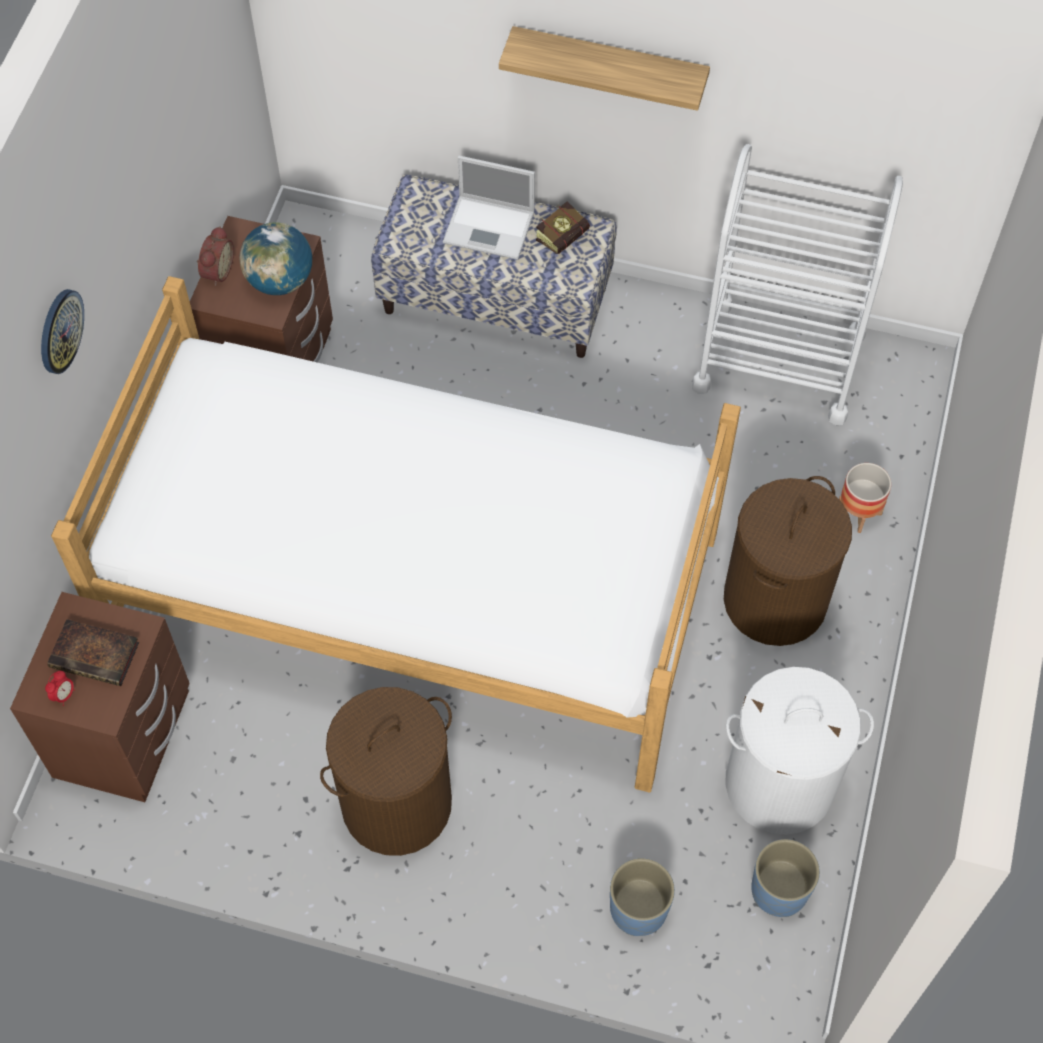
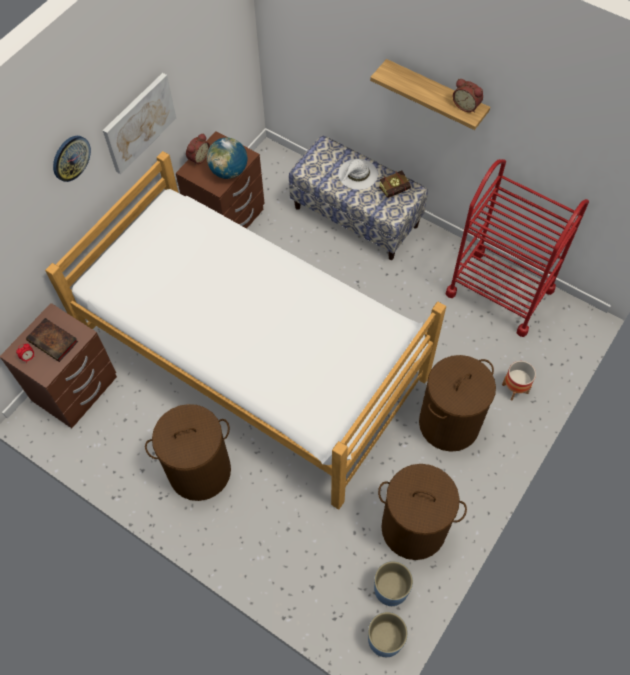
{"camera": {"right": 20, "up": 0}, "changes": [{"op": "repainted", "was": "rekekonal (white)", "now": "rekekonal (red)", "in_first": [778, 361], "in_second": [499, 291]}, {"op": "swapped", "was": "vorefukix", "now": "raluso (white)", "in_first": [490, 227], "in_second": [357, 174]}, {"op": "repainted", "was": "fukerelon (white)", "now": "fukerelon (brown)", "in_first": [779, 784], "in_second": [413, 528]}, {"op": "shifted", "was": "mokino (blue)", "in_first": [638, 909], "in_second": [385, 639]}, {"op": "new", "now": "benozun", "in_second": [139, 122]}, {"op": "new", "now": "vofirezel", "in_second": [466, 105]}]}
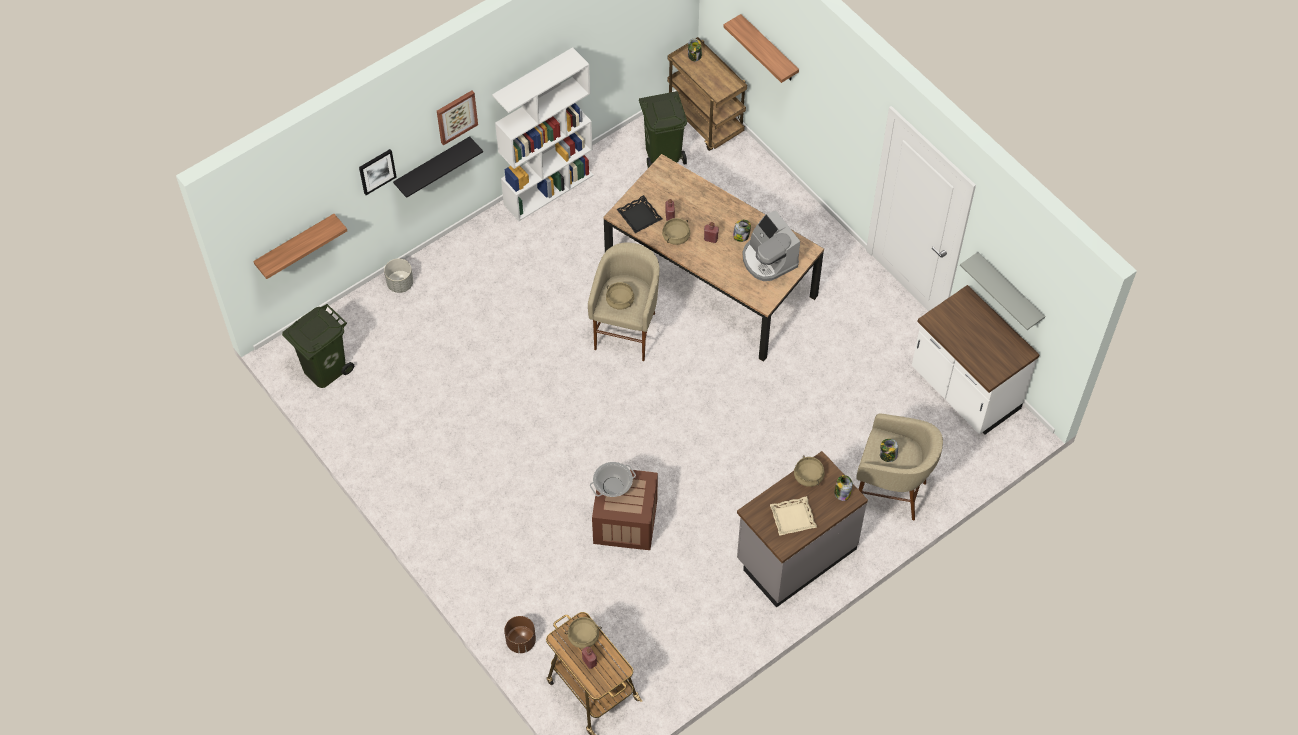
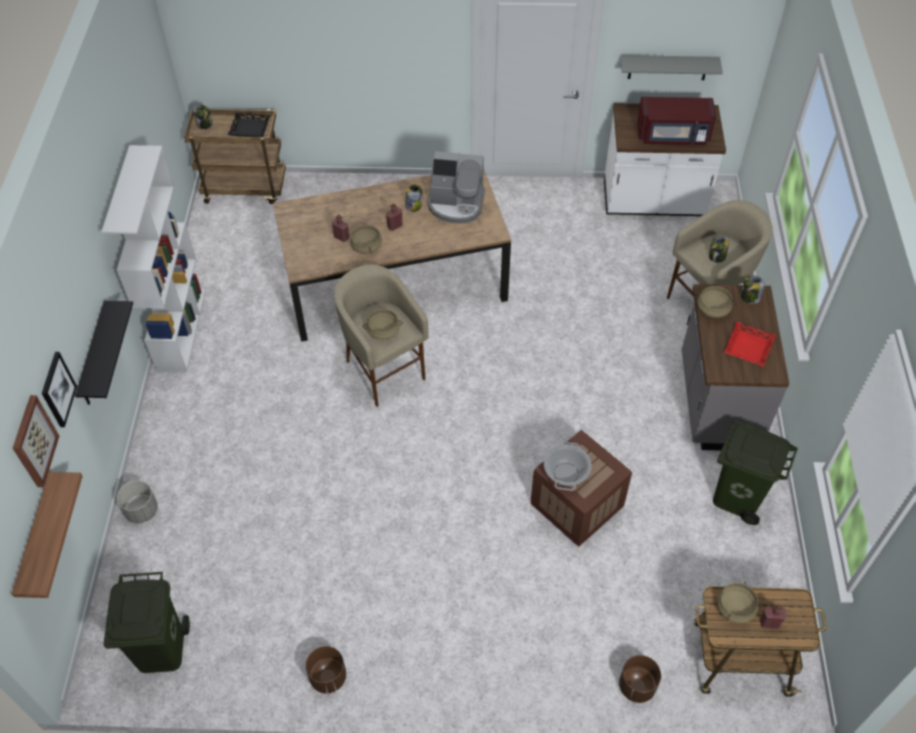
{"camera": {"right": -50, "up": -5}, "changes": [{"op": "gone", "was": "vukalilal", "in_first": [769, 49]}, {"op": "shifted", "was": "benozun", "in_first": [456, 116], "in_second": [33, 441]}, {"op": "shifted", "was": "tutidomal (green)", "in_first": [664, 154], "in_second": [737, 496]}, {"op": "shifted", "was": "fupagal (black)", "in_first": [639, 217], "in_second": [250, 128]}, {"op": "repainted", "was": "fupagal (beige)", "now": "fupagal (red)", "in_first": [792, 517], "in_second": [748, 347]}, {"op": "new", "now": "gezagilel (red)", "in_second": [673, 136]}, {"op": "new", "now": "mokino (brown)", "in_second": [328, 677]}]}
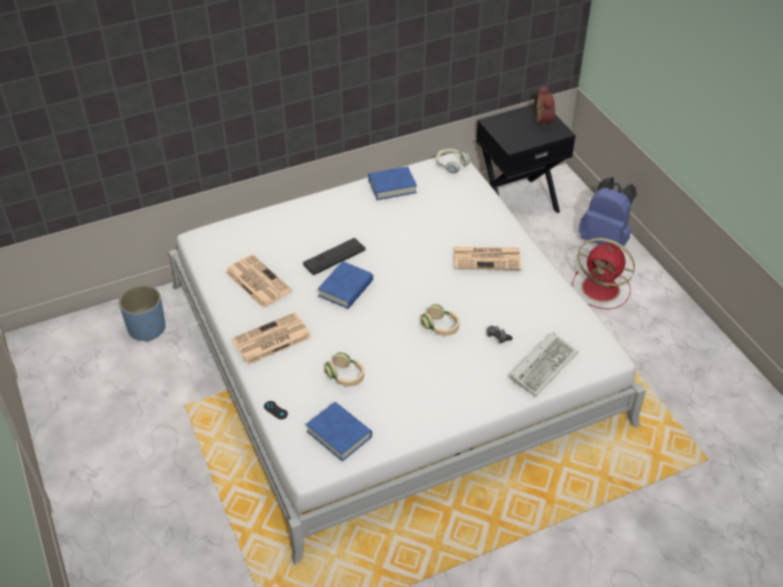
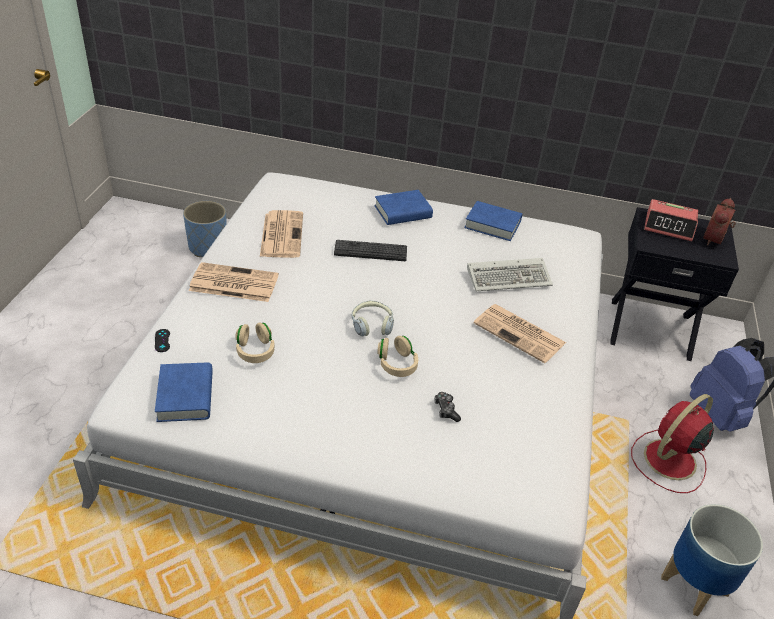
{"camera": {"right": 35, "up": -5}, "changes": [{"op": "shifted", "was": "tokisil", "in_first": [451, 164], "in_second": [372, 324]}, {"op": "rotated", "was": "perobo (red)", "in_first": [602, 289], "in_second": [668, 460], "clockwise": 75}, {"op": "shifted", "was": "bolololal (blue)", "in_first": [346, 288], "in_second": [403, 212]}, {"op": "shifted", "was": "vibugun", "in_first": [543, 365], "in_second": [510, 277]}, {"op": "new", "now": "vofirezel", "in_second": [669, 226]}, {"op": "new", "now": "mokino", "in_second": [693, 585]}]}
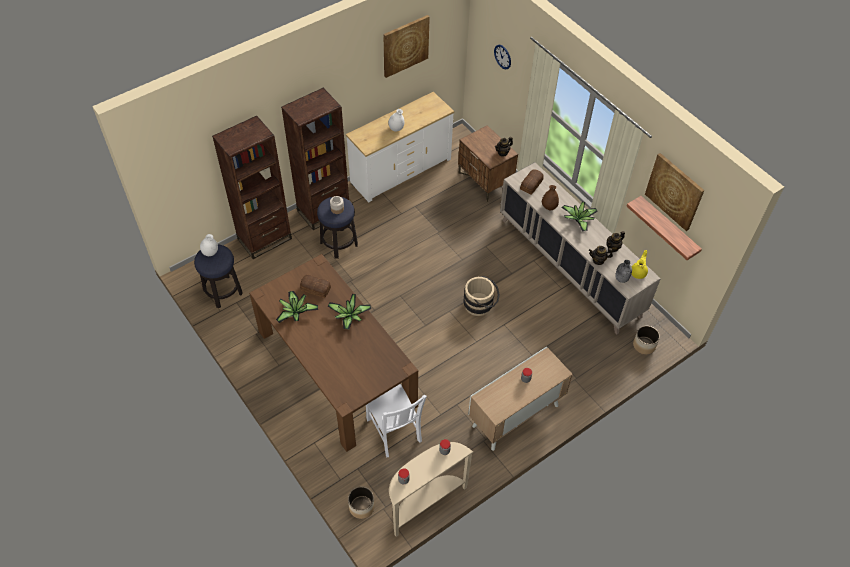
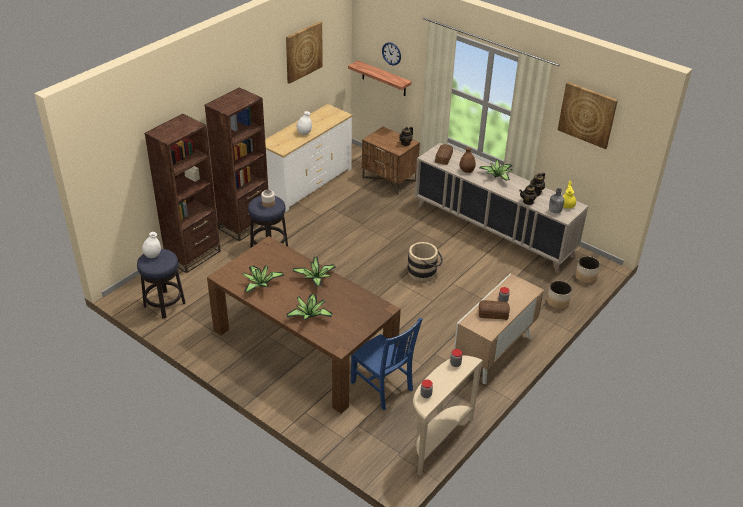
{"camera": {"right": -15, "up": -15}, "changes": [{"op": "shifted", "was": "vukalilal", "in_first": [668, 228], "in_second": [384, 78]}, {"op": "shifted", "was": "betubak", "in_first": [315, 288], "in_second": [492, 313]}, {"op": "repainted", "was": "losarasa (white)", "now": "losarasa (blue)", "in_first": [394, 432], "in_second": [383, 387]}, {"op": "shifted", "was": "mokino", "in_first": [361, 506], "in_second": [557, 302]}, {"op": "new", "now": "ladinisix", "in_second": [309, 315]}]}
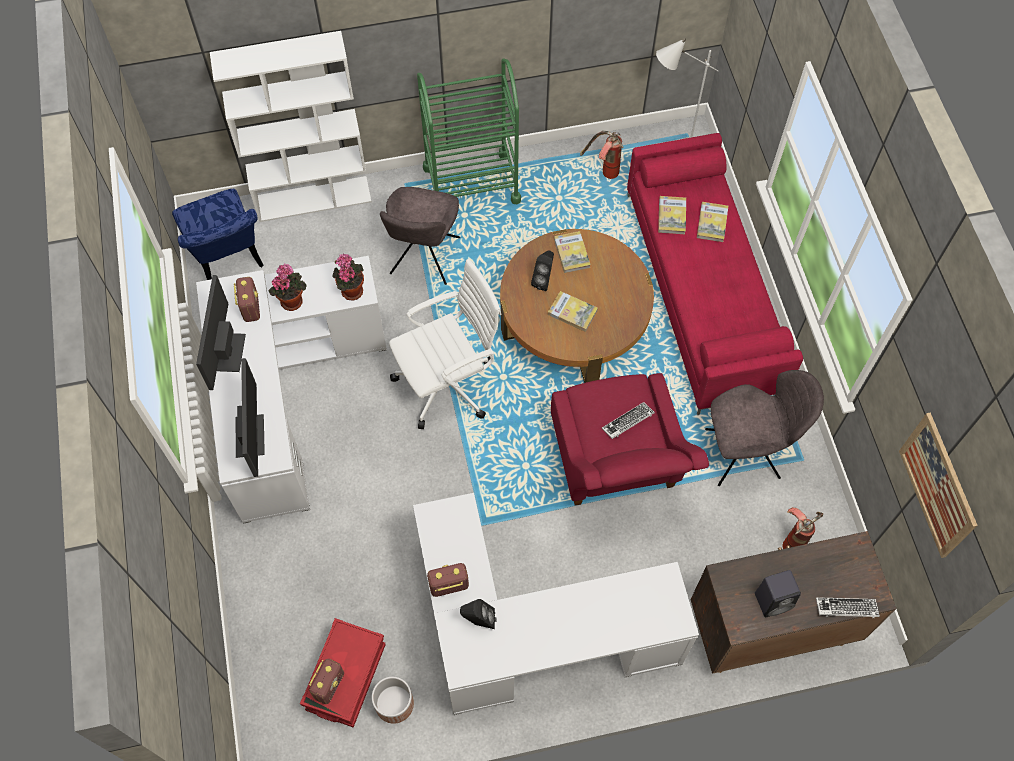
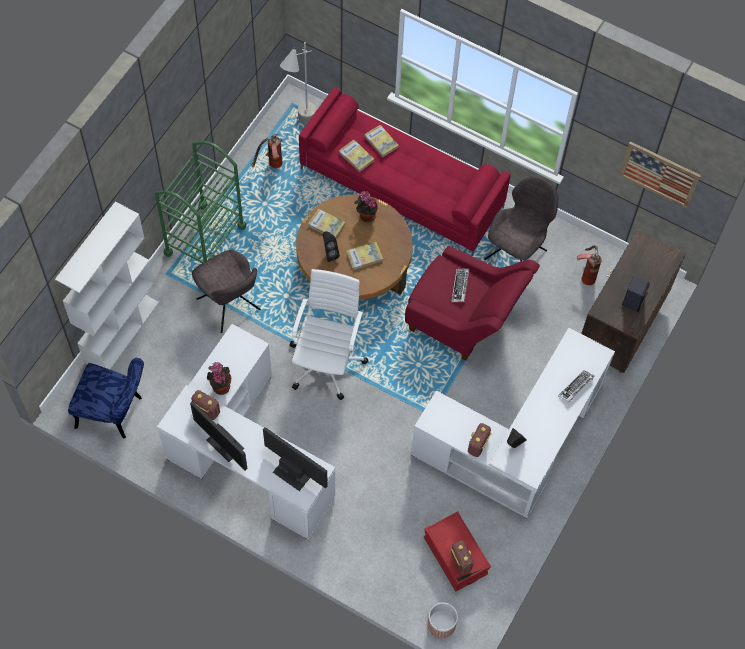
{"camera": {"right": -50, "up": 0}, "changes": [{"op": "shifted", "was": "ladinisix", "in_first": [351, 290], "in_second": [366, 215]}, {"op": "shifted", "was": "vibugun", "in_first": [846, 609], "in_second": [576, 387]}, {"op": "shifted", "was": "mokino", "in_first": [394, 703], "in_second": [441, 624]}]}
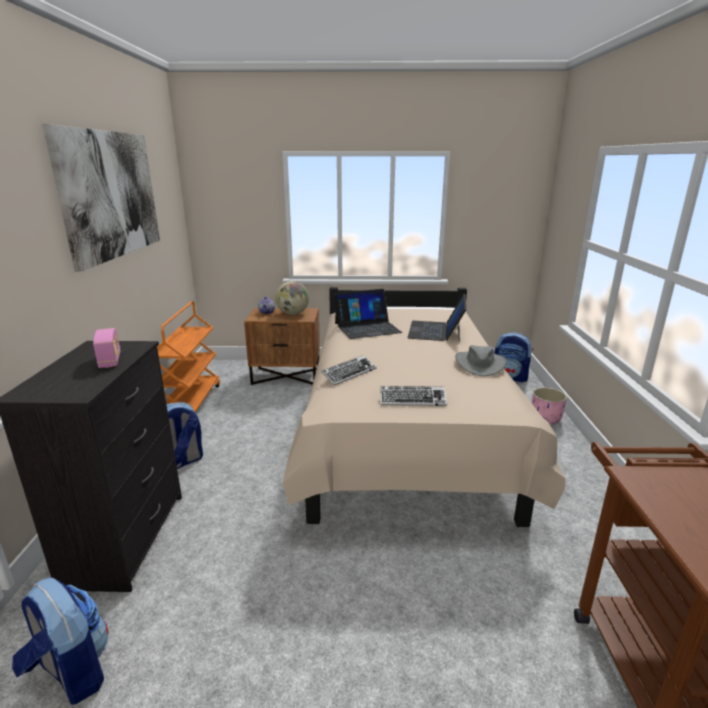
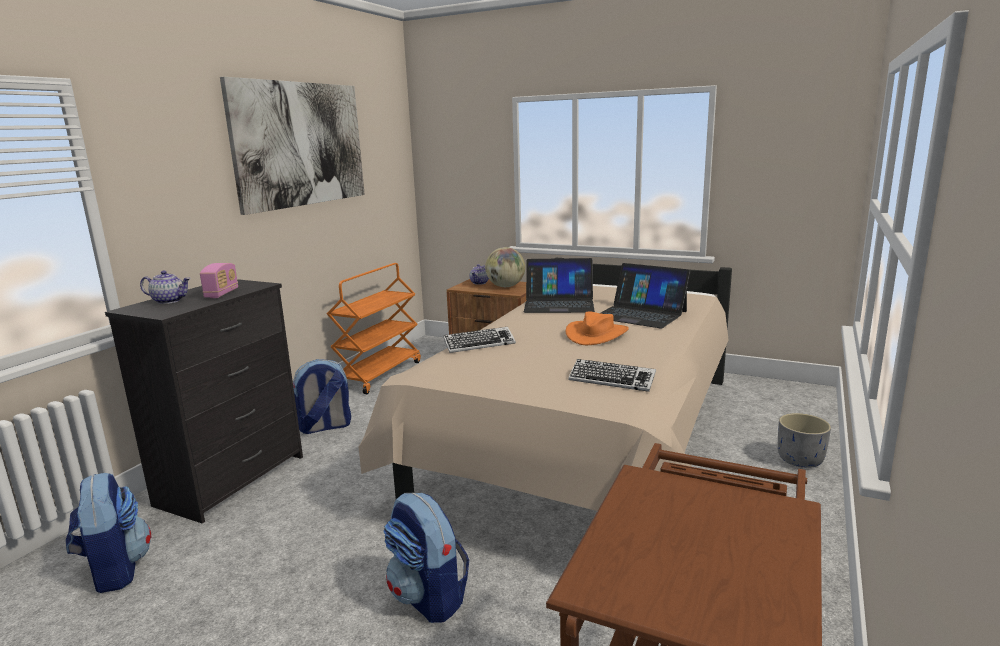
{"camera": {"right": 25, "up": -5}, "changes": [{"op": "rotated", "was": "vorefukix", "in_first": [436, 331], "in_second": [640, 314], "clockwise": -90}, {"op": "shifted", "was": "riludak", "in_first": [510, 377], "in_second": [428, 597]}, {"op": "gone", "was": "raluso (grey)", "in_first": [479, 364]}, {"op": "shifted", "was": "vibugun", "in_first": [412, 400], "in_second": [611, 380]}, {"op": "repainted", "was": "mokino (pink)", "now": "mokino (grey)", "in_first": [546, 419], "in_second": [801, 460]}, {"op": "new", "now": "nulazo", "in_second": [169, 301]}, {"op": "new", "now": "raluso (orange)", "in_second": [596, 334]}]}
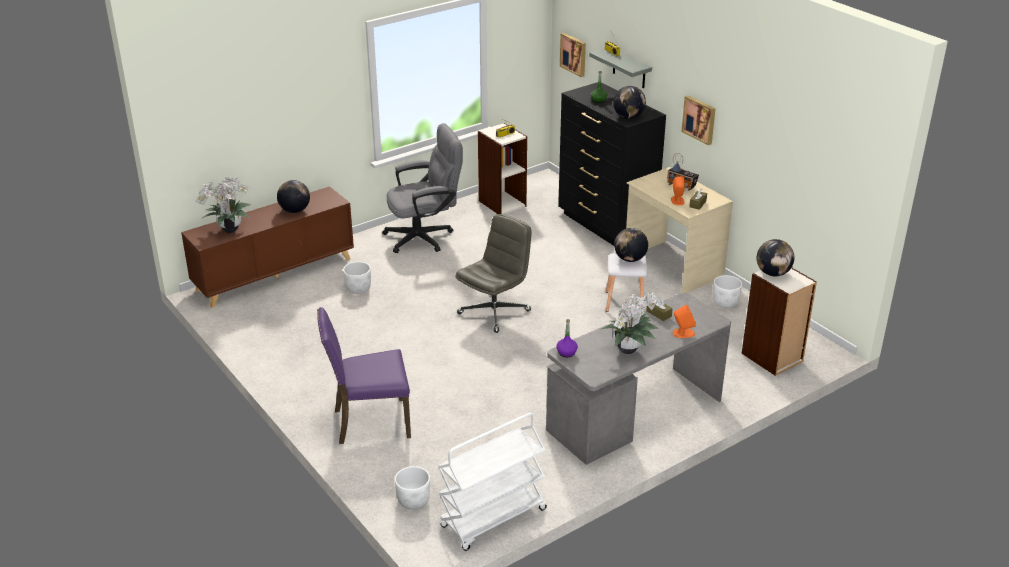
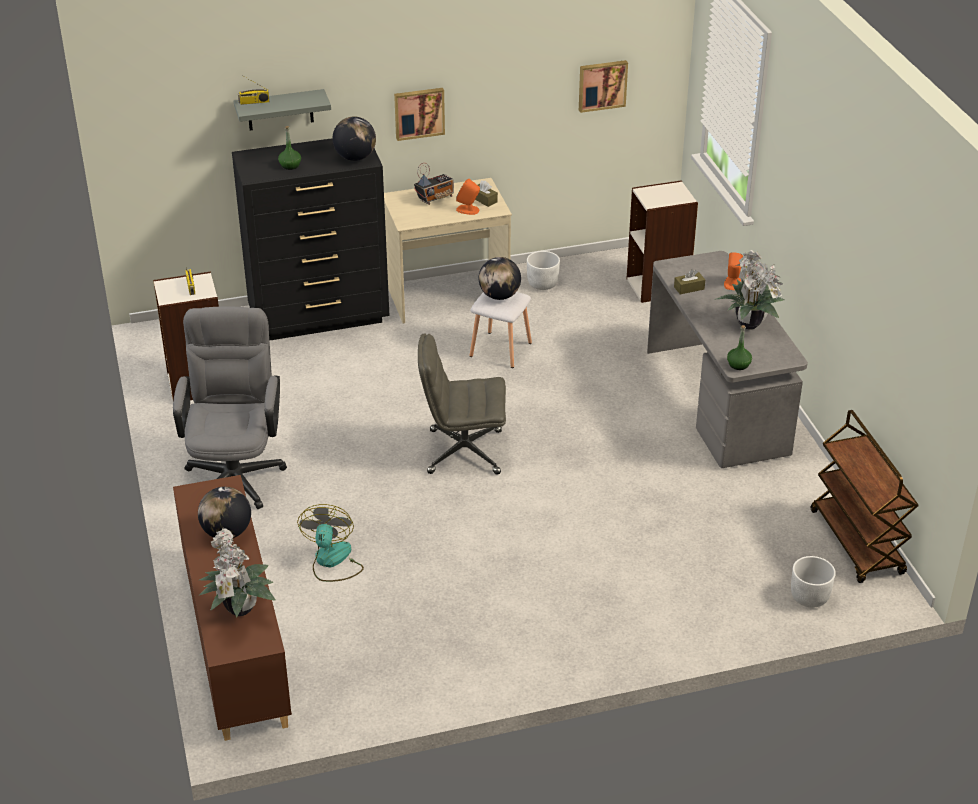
{"camera": {"right": -70, "up": 5}, "changes": [{"op": "shifted", "was": "benozun", "in_first": [574, 54], "in_second": [602, 85]}, {"op": "rotated", "was": "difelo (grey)", "in_first": [494, 312], "in_second": [463, 452], "clockwise": -60}, {"op": "gone", "was": "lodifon", "in_first": [773, 273]}, {"op": "swapped", "was": "mokino (white)", "now": "perobo", "in_first": [358, 288], "in_second": [332, 561]}, {"op": "gone", "was": "losarasa (purple)", "in_first": [369, 422]}, {"op": "repainted", "was": "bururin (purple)", "now": "bururin (green)", "in_first": [566, 353], "in_second": [738, 365]}, {"op": "repainted", "was": "rekekonal (white)", "now": "rekekonal (brown)", "in_first": [493, 519], "in_second": [857, 543]}]}
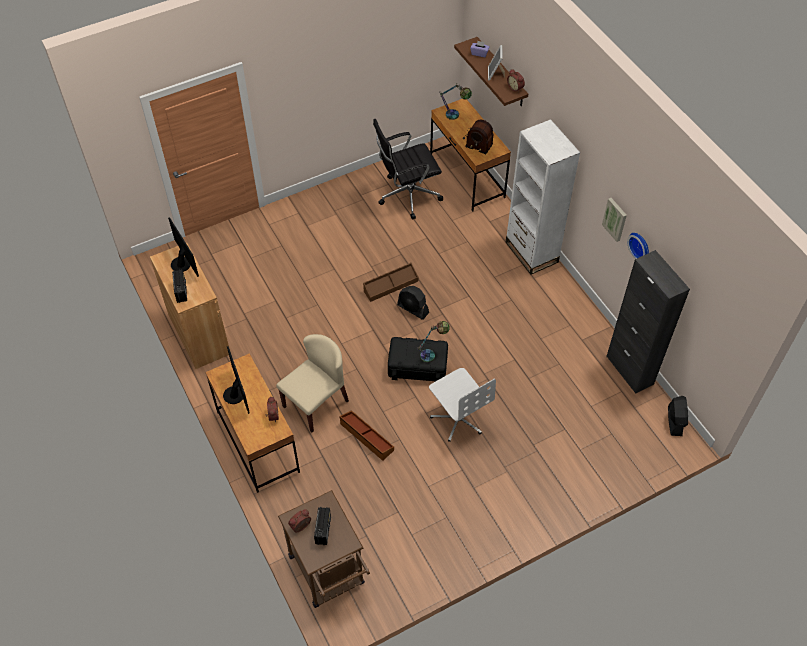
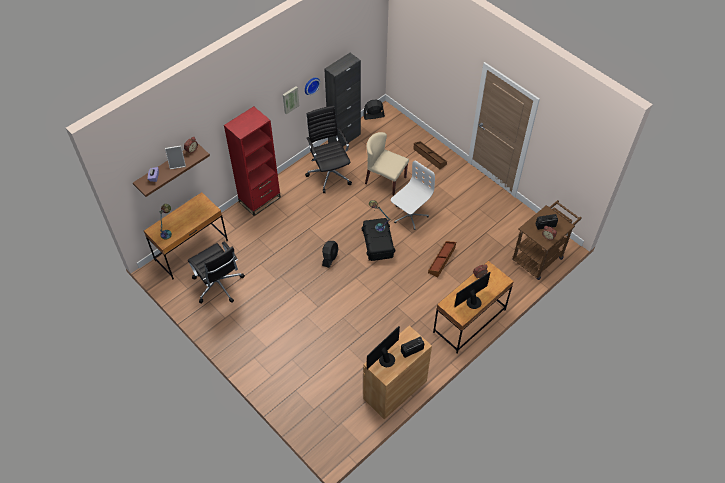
{"camera": {"right": -105, "up": 0}, "changes": [{"op": "repainted", "was": "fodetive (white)", "now": "fodetive (red)", "in_first": [531, 252], "in_second": [260, 200]}, {"op": "gone", "was": "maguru", "in_first": [477, 141]}, {"op": "shifted", "was": "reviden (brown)", "in_first": [390, 285], "in_second": [429, 157]}, {"op": "shifted", "was": "losarasa (beige)", "in_first": [316, 403], "in_second": [385, 180]}, {"op": "new", "now": "difelo (black)", "in_second": [329, 173]}]}
